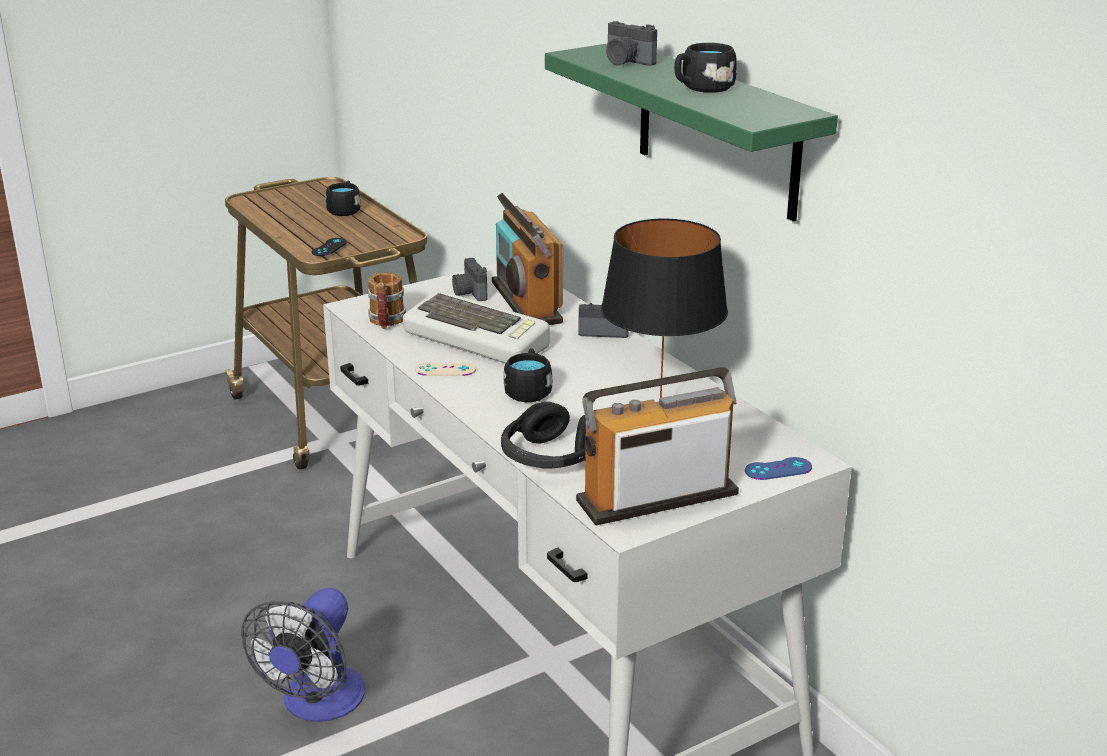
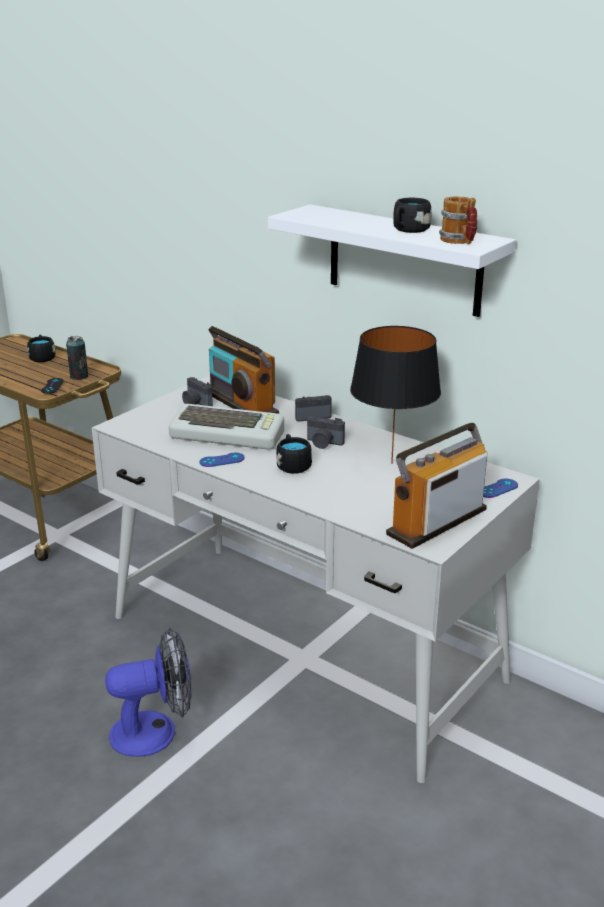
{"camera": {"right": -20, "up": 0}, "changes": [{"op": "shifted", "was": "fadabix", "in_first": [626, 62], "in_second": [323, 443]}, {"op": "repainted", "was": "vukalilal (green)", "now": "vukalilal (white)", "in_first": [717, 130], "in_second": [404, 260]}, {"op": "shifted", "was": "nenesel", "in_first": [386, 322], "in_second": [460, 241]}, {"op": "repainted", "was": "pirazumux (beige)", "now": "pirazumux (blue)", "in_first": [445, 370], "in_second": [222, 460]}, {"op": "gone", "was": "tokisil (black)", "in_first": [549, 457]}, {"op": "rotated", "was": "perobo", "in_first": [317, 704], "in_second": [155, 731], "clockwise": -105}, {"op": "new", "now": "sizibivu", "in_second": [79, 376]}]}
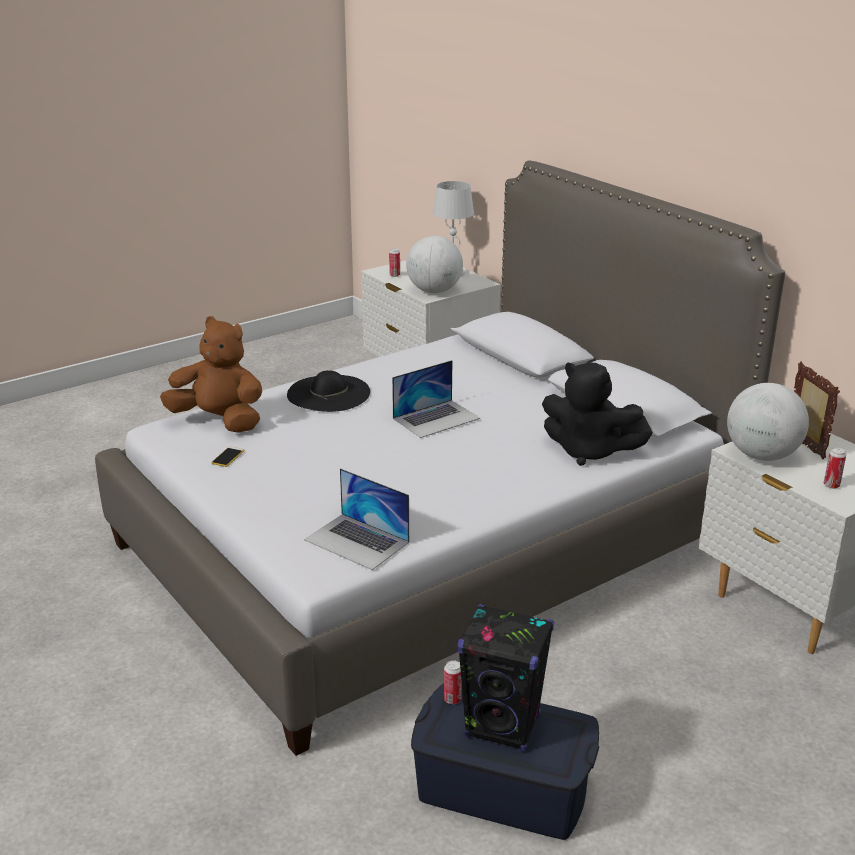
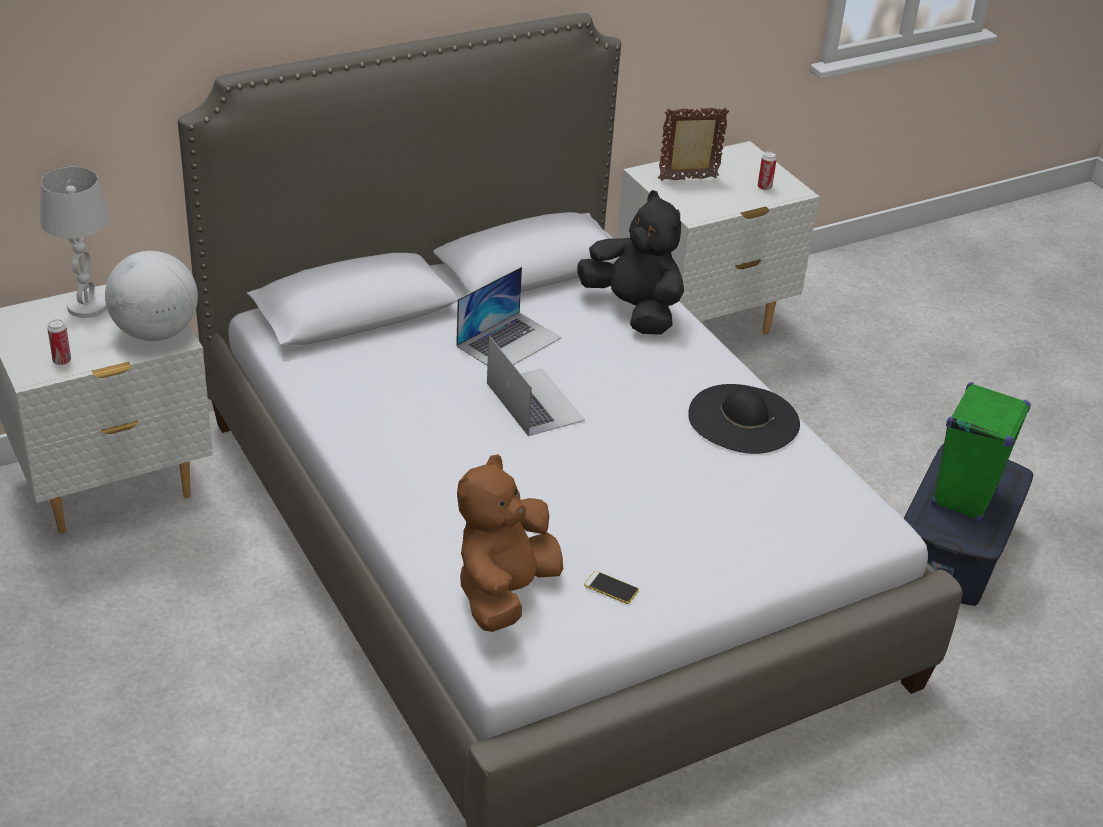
{"camera": {"right": -85, "up": 10}, "changes": [{"op": "rotated", "was": "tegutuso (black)", "in_first": [589, 451], "in_second": [633, 310], "clockwise": -75}, {"op": "shifted", "was": "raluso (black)", "in_first": [328, 393], "in_second": [743, 419]}, {"op": "gone", "was": "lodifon", "in_first": [761, 455]}, {"op": "shifted", "was": "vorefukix", "in_first": [357, 541], "in_second": [509, 341]}, {"op": "repainted", "was": "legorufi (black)", "now": "legorufi (green)", "in_first": [503, 727], "in_second": [964, 498]}, {"op": "gone", "was": "sizibivu", "in_first": [452, 699]}]}
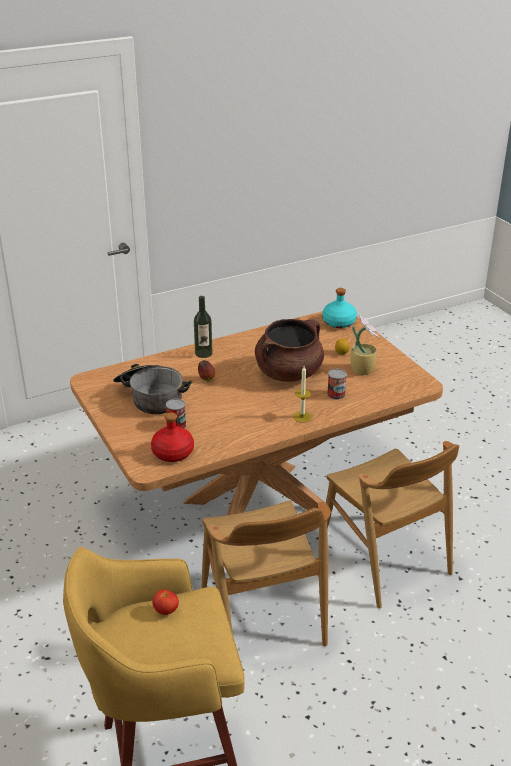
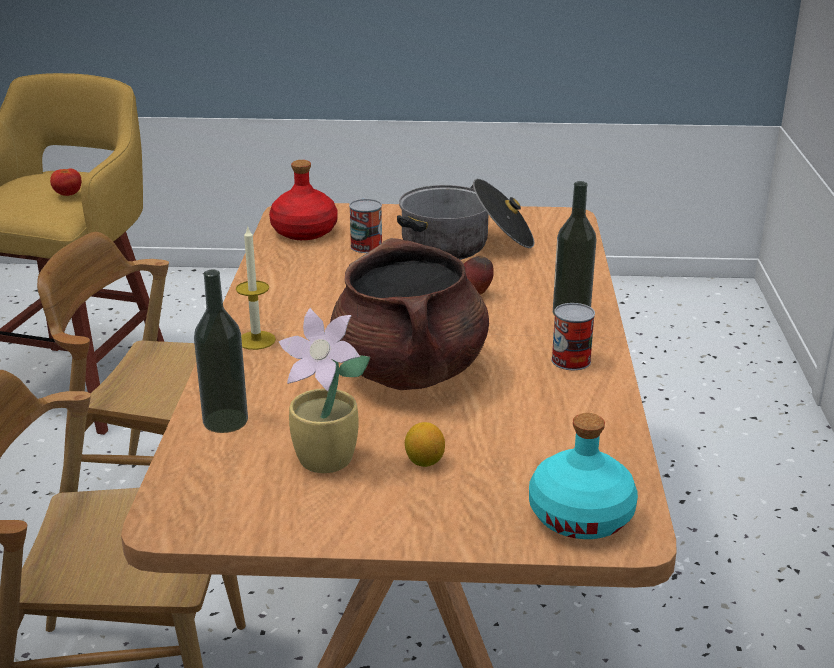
{"camera": {"right": 120, "up": -5}, "changes": [{"op": "shifted", "was": "sizibivu", "in_first": [336, 394], "in_second": [571, 360]}, {"op": "new", "now": "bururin", "in_second": [225, 421]}]}
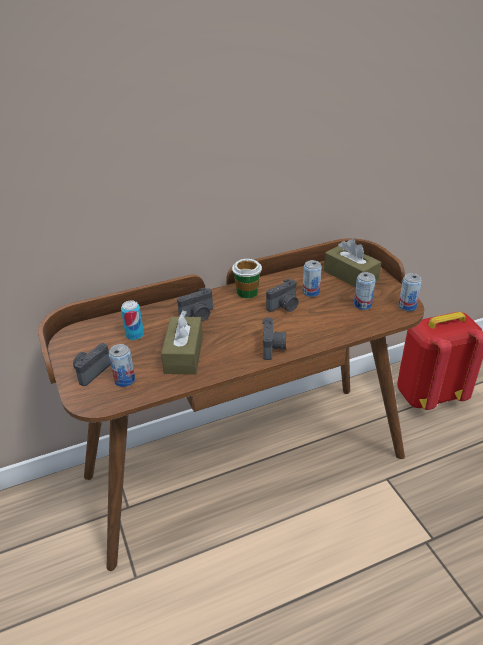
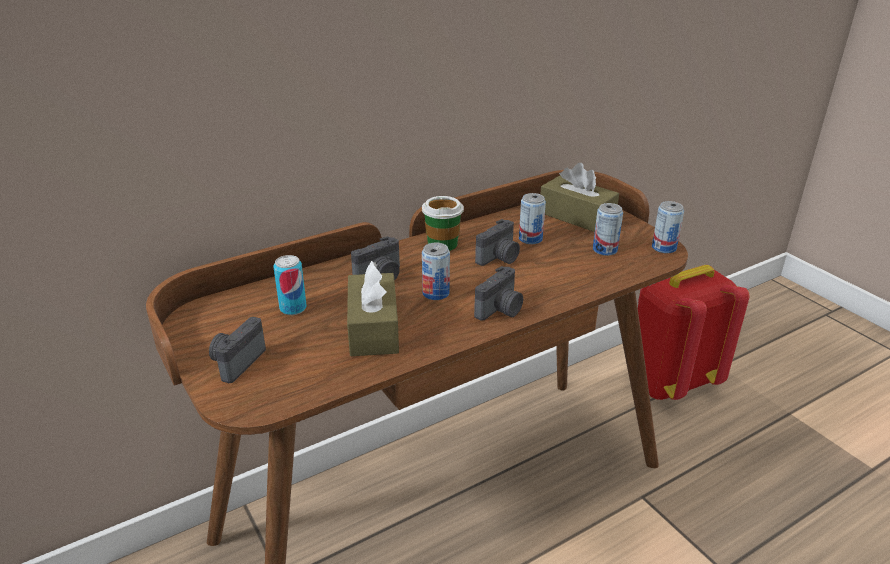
{"camera": {"right": -10, "up": -5}, "changes": [{"op": "rotated", "was": "fadabix", "in_first": [273, 347], "in_second": [500, 310], "clockwise": 45}, {"op": "shifted", "was": "sizibivu", "in_first": [124, 380], "in_second": [436, 293]}]}
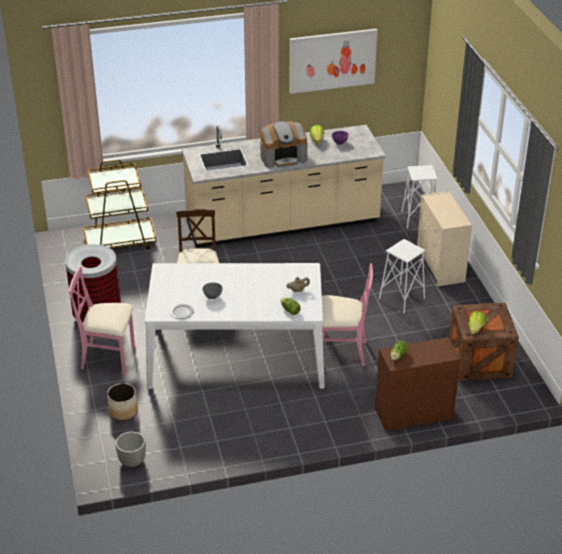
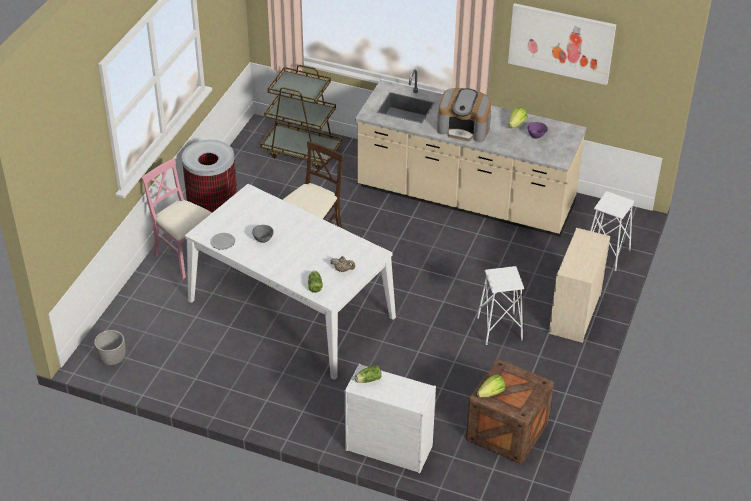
{"camera": {"right": 35, "up": 5}, "changes": [{"op": "gone", "was": "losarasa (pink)", "in_first": [341, 352]}, {"op": "repainted", "was": "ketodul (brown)", "now": "ketodul (white)", "in_first": [412, 414], "in_second": [387, 447]}, {"op": "gone", "was": "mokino", "in_first": [123, 411]}]}
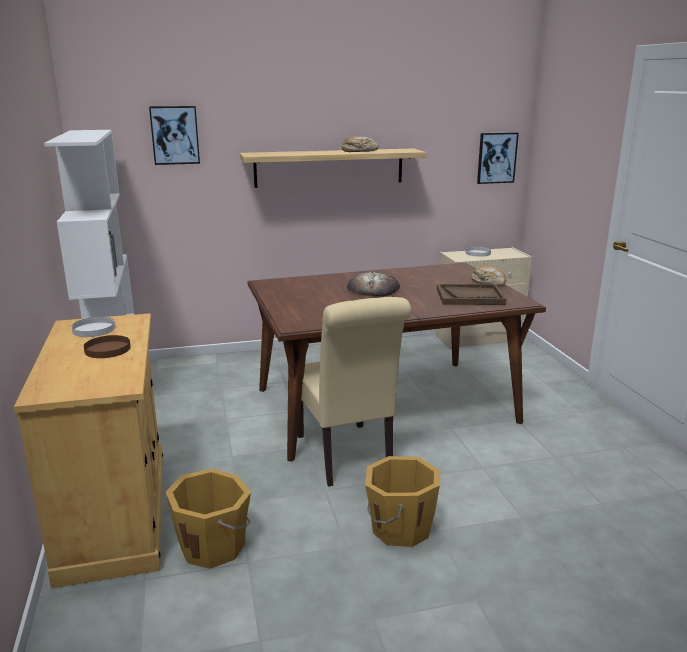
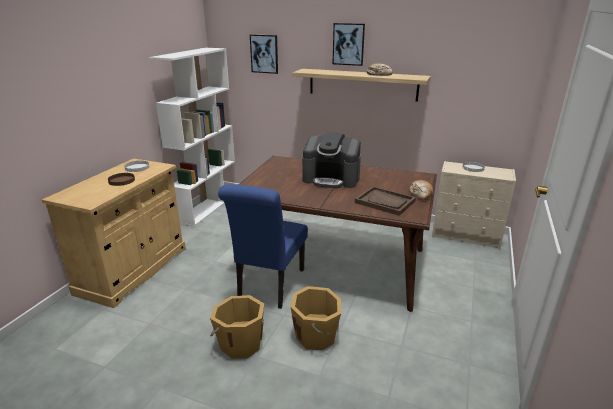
{"camera": {"right": 35, "up": 5}, "changes": [{"op": "shifted", "was": "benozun", "in_first": [496, 158], "in_second": [348, 44]}, {"op": "swapped", "was": "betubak", "now": "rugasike", "in_first": [373, 289], "in_second": [331, 179]}, {"op": "repainted", "was": "losarasa (beige)", "now": "losarasa (blue)", "in_first": [347, 457], "in_second": [269, 287]}, {"op": "shifted", "was": "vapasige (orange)", "in_first": [214, 546], "in_second": [316, 336]}]}
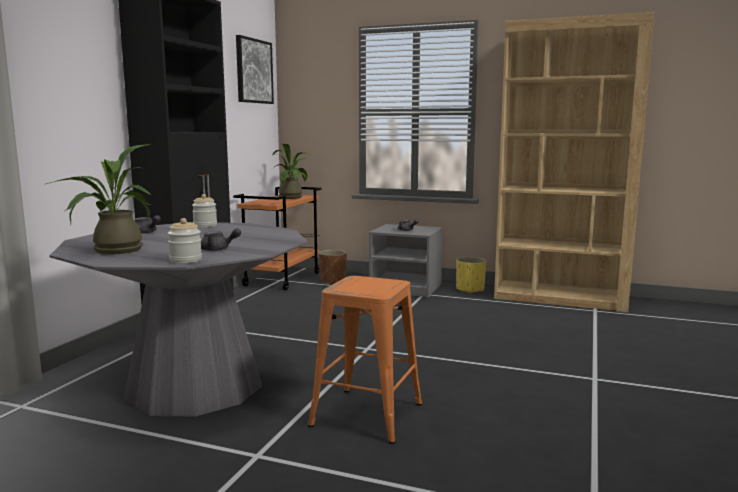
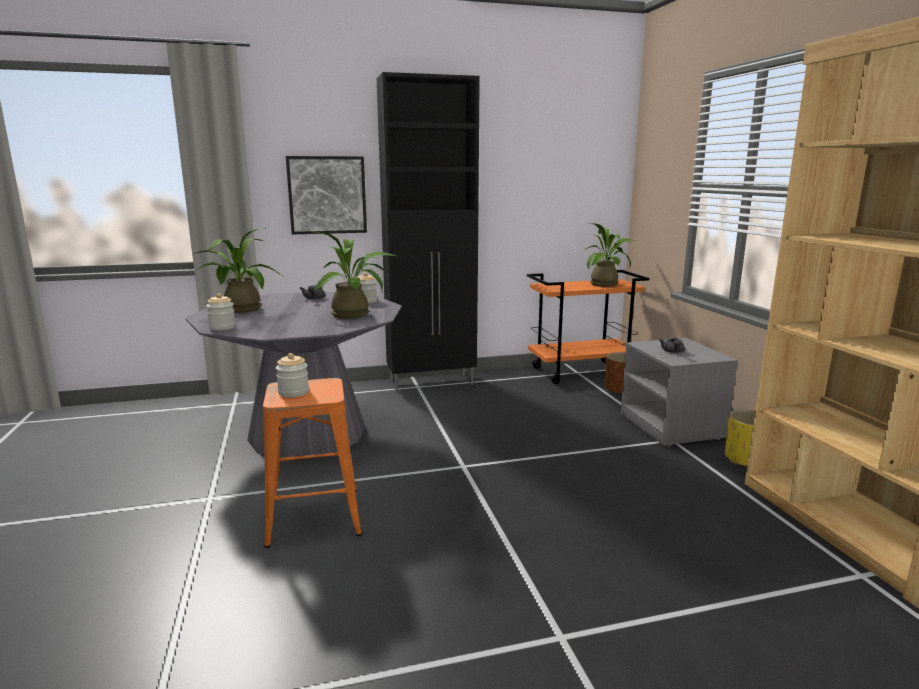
{"camera": {"right": 55, "up": 5}, "changes": [{"op": "shifted", "was": "benozun", "in_first": [253, 71], "in_second": [327, 195]}, {"op": "gone", "was": "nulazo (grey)", "in_first": [218, 249]}, {"op": "new", "now": "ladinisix", "in_second": [355, 315]}, {"op": "new", "now": "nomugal", "in_second": [293, 392]}]}
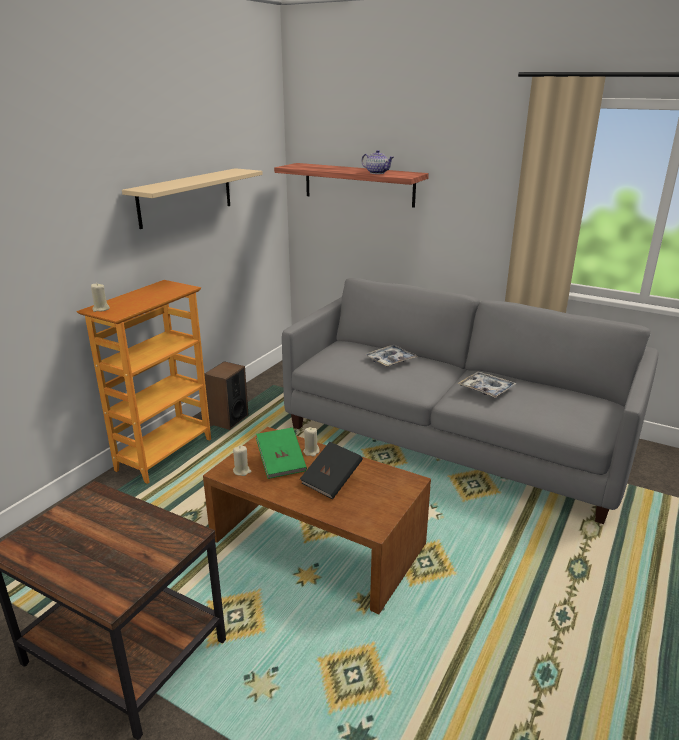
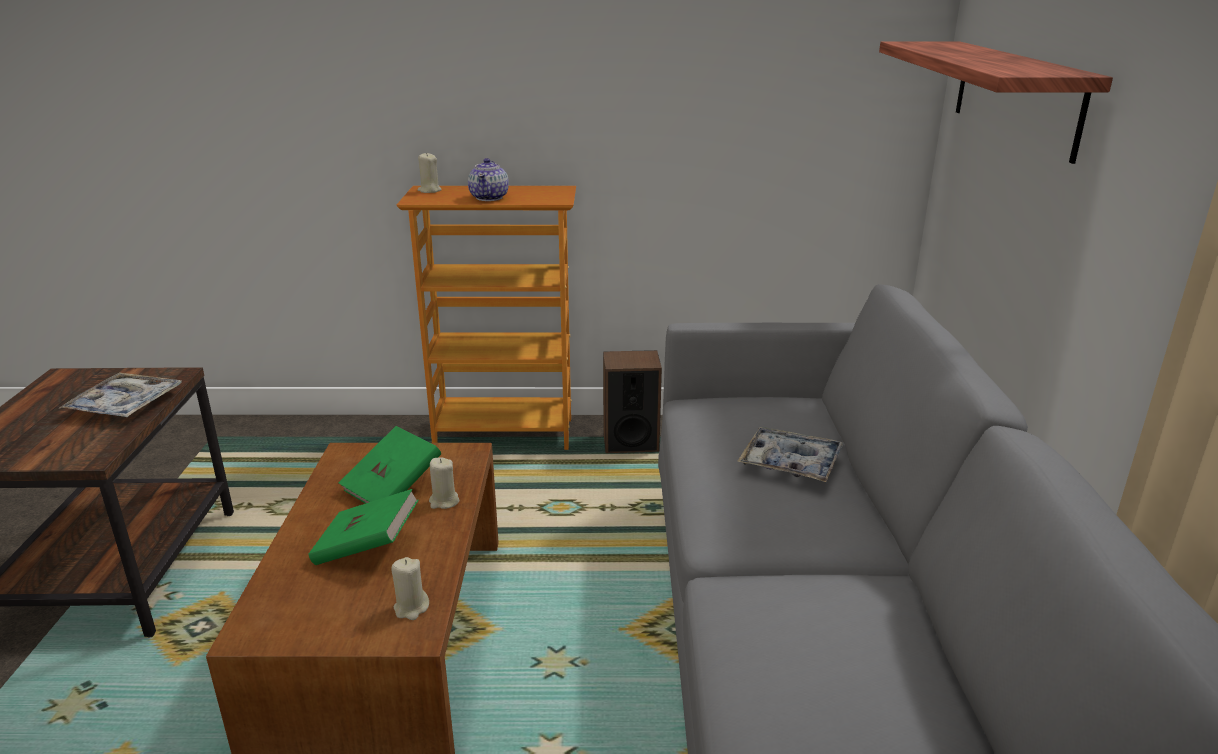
{"camera": {"right": 60, "up": 0}, "changes": [{"op": "shifted", "was": "nulazo", "in_first": [377, 173], "in_second": [489, 197]}, {"op": "gone", "was": "vukalilal (beige)", "in_first": [186, 197]}, {"op": "shifted", "was": "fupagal", "in_first": [486, 389], "in_second": [125, 404]}, {"op": "repainted", "was": "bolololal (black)", "now": "bolololal (green)", "in_first": [331, 481], "in_second": [367, 548]}, {"op": "shifted", "was": "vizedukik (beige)", "in_first": [242, 471], "in_second": [411, 608]}]}
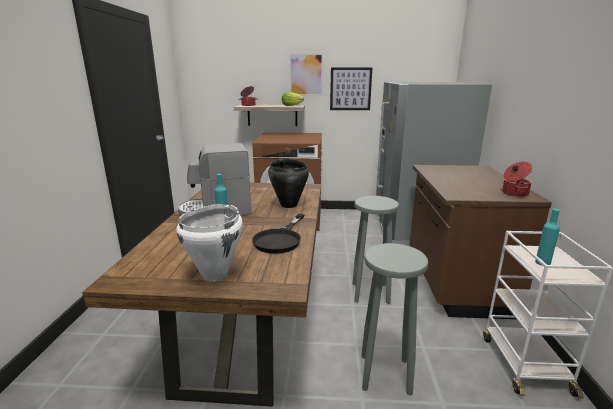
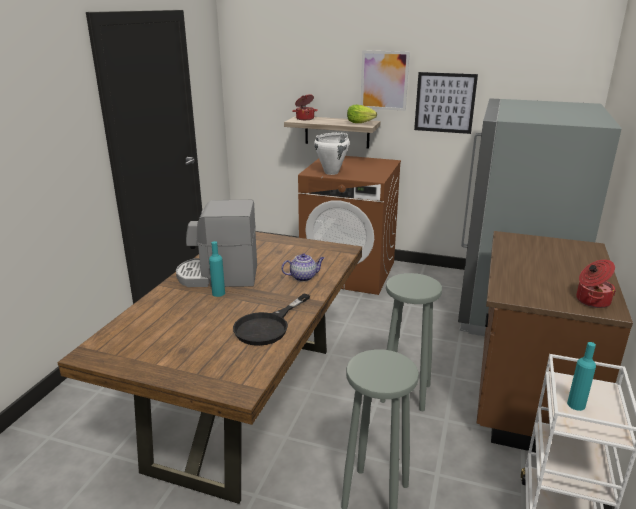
{"camera": {"right": 15, "up": 5}, "changes": [{"op": "swapped", "was": "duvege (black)", "now": "nulazo", "in_first": [289, 205], "in_second": [303, 277]}, {"op": "shifted", "was": "duvege (white)", "in_first": [216, 275], "in_second": [331, 172]}]}
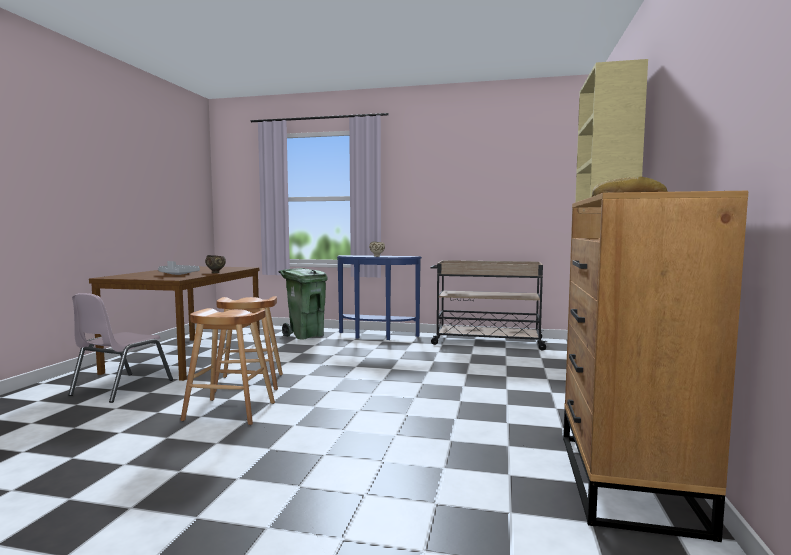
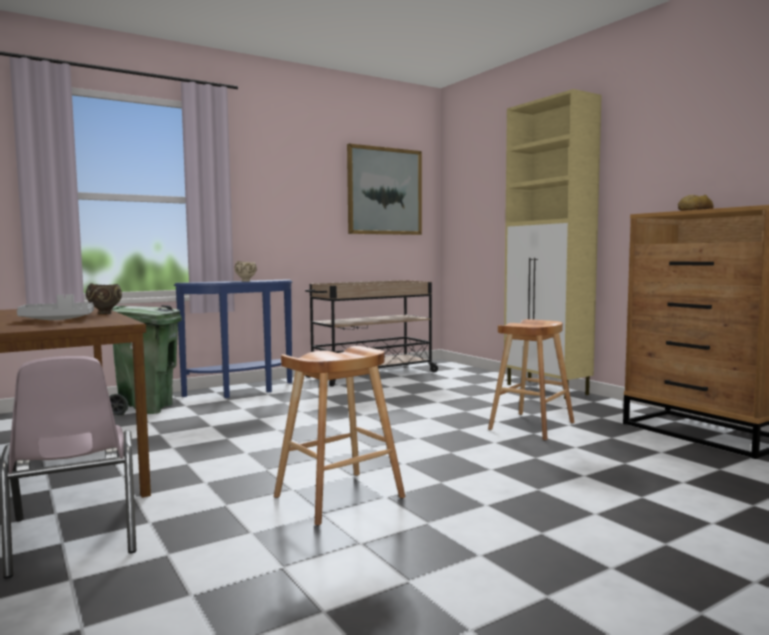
{"camera": {"right": -45, "up": 0}, "changes": [{"op": "shifted", "was": "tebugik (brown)", "in_first": [249, 383], "in_second": [531, 426]}, {"op": "new", "now": "benozun", "in_second": [384, 191]}]}
